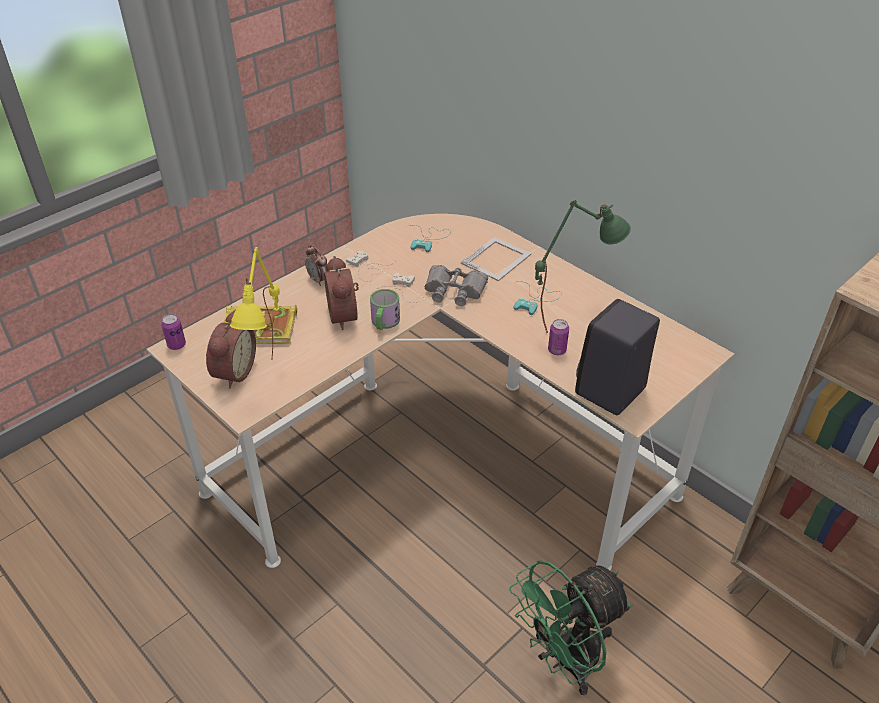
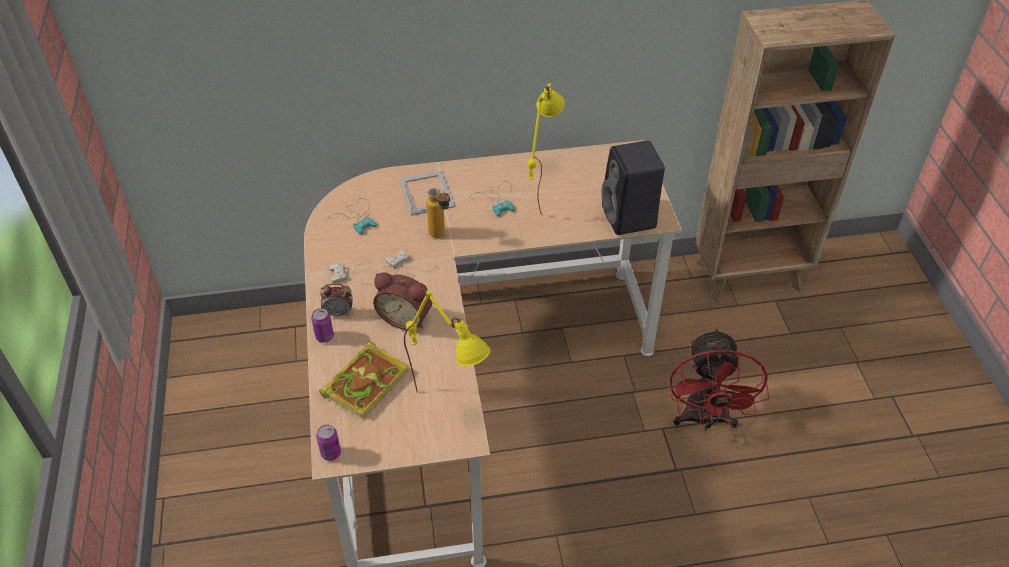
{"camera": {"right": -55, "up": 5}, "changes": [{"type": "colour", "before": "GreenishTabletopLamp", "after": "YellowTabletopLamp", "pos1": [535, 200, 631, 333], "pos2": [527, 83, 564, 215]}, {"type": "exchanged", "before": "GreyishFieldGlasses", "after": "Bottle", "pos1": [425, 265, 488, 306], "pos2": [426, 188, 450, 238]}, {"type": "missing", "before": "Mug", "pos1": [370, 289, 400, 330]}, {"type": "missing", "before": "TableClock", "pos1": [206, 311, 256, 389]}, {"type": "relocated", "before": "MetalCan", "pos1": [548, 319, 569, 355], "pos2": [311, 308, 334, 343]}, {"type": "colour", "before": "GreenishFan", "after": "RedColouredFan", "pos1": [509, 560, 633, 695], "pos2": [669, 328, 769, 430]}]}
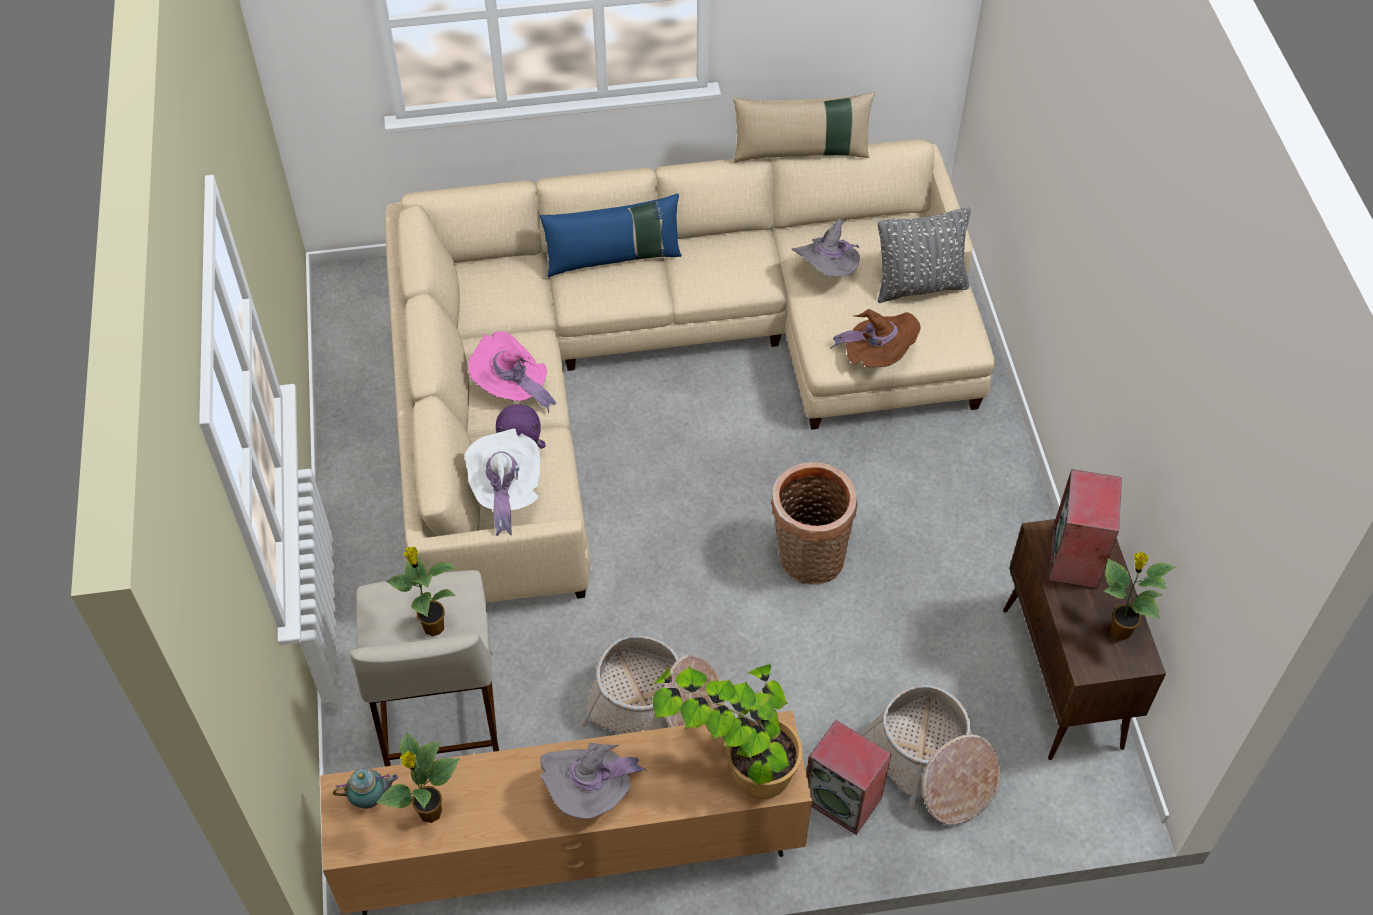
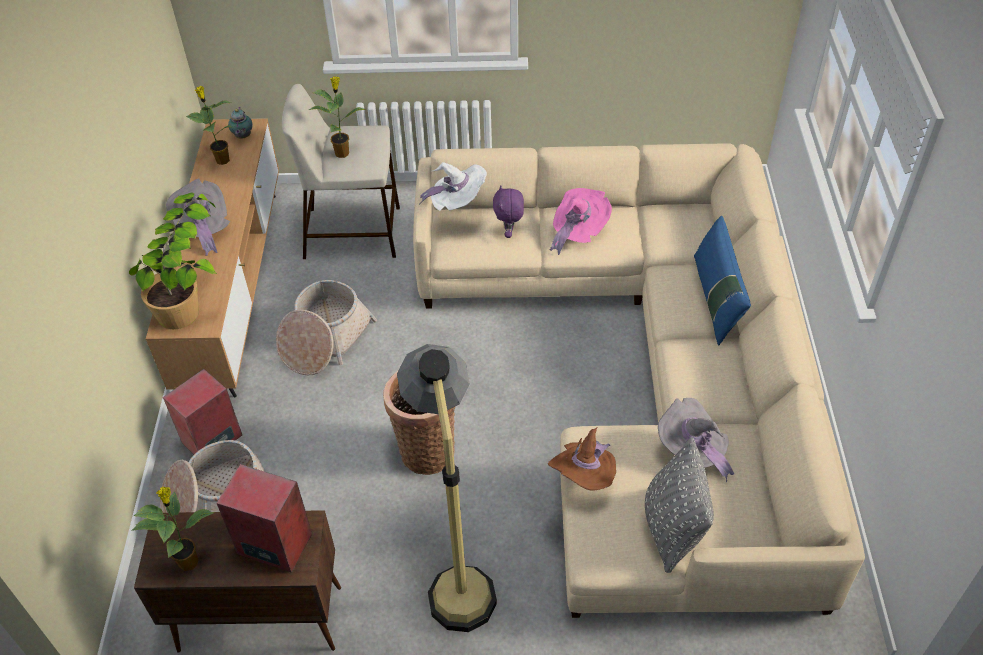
{"camera": {"right": 100, "up": -5}, "changes": [{"type": "missing", "before": "BeigeColouredCushion", "pos1": [733, 92, 874, 163]}, {"type": "appeared", "after": "StandardLamp", "pos2": [397, 344, 497, 632]}]}
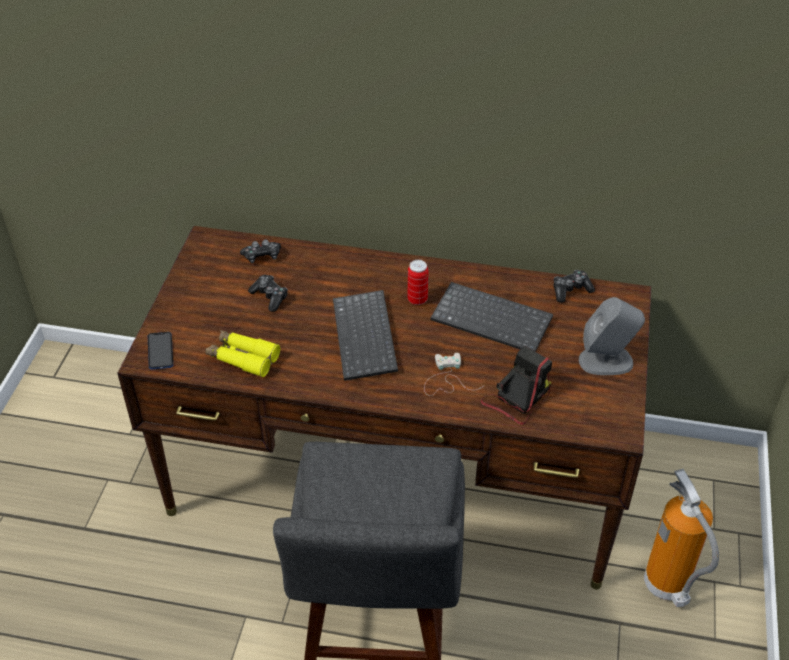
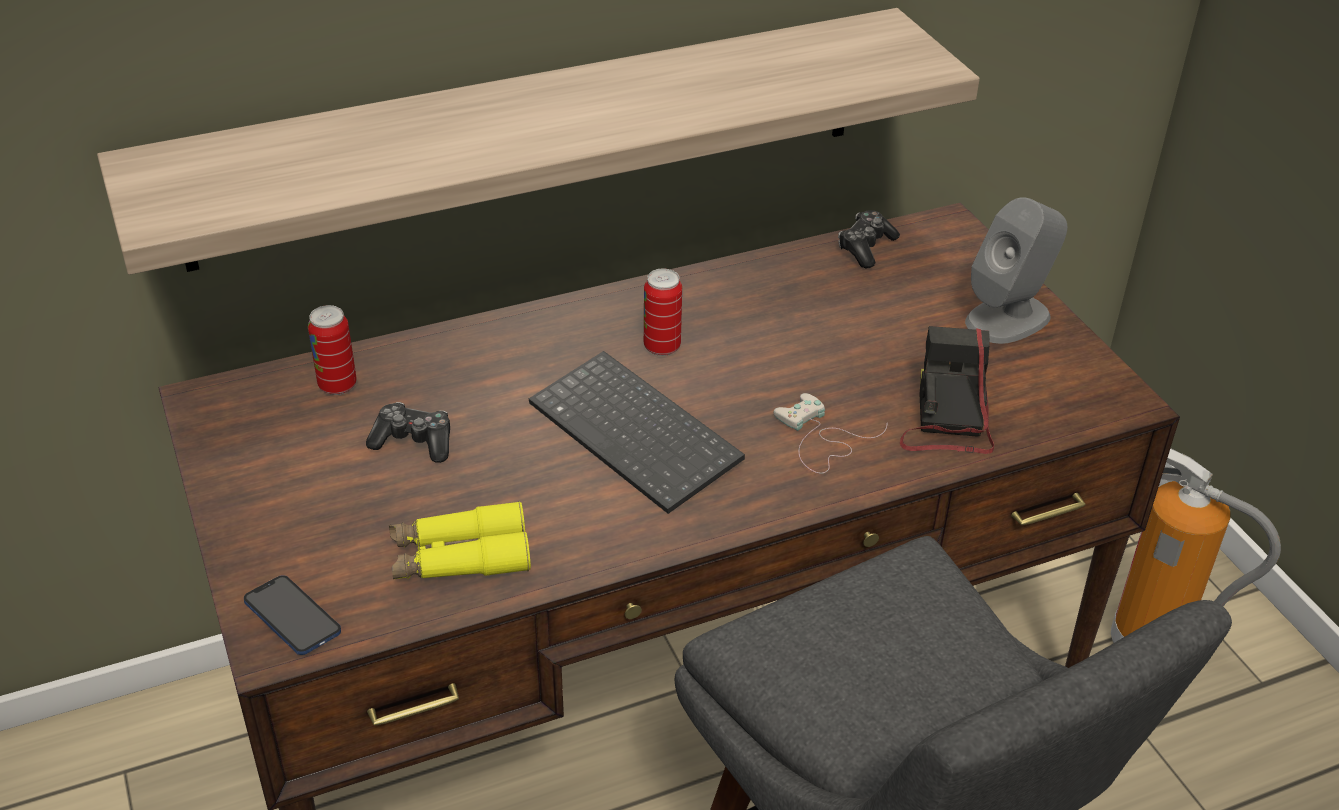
{"camera": {"right": -35, "up": -5}, "changes": [{"type": "exchanged", "before": "Gamepad", "after": "MetalCan", "pos1": [240, 239, 281, 263], "pos2": [308, 305, 357, 395]}, {"type": "missing", "before": "Keyboard", "pos1": [431, 282, 553, 352]}, {"type": "appeared", "after": "Shelf", "pos2": [97, 8, 980, 275]}]}
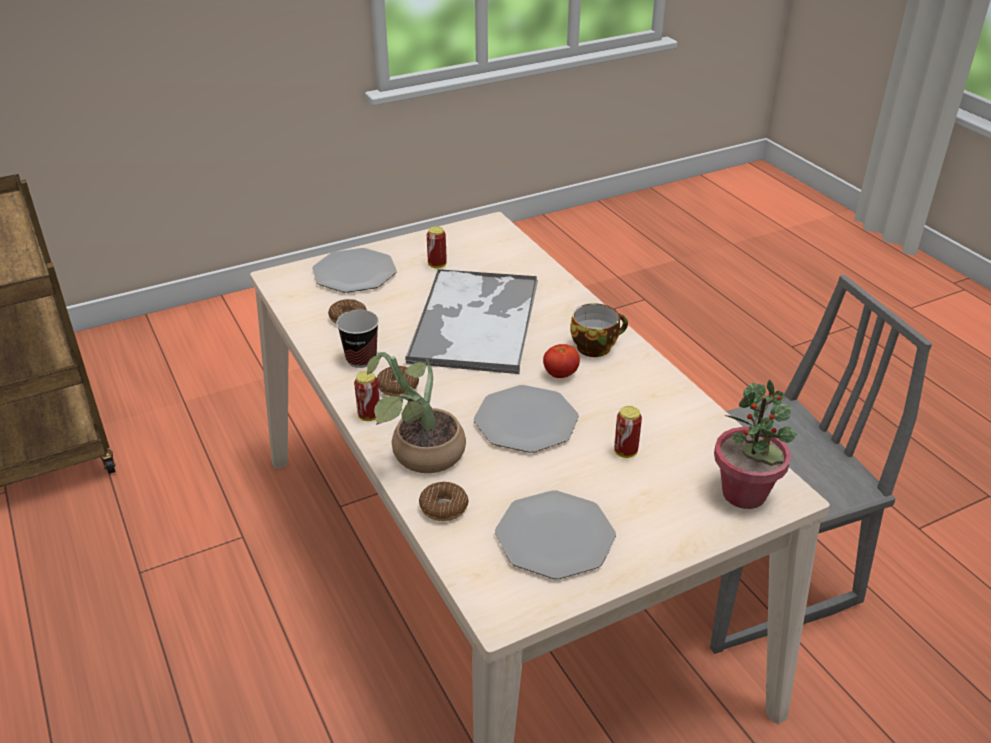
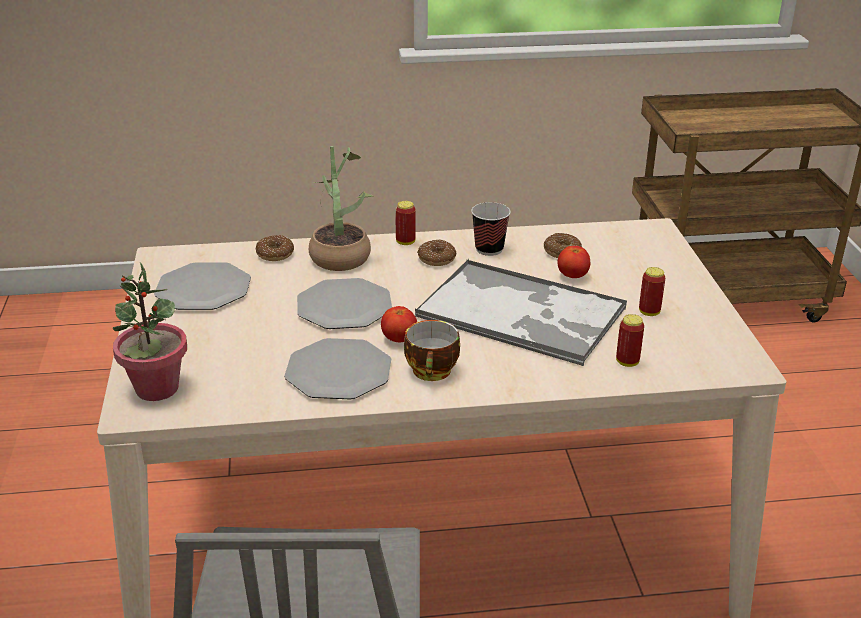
{"camera": {"right": 110, "up": -5}, "changes": [{"type": "relocated", "before": "FlatDish", "pos1": [312, 248, 397, 293], "pos2": [284, 338, 391, 399]}, {"type": "relocated", "before": "MetalCan", "pos1": [614, 406, 642, 458], "pos2": [616, 314, 644, 367]}, {"type": "appeared", "after": "Tomato", "pos2": [558, 246, 590, 278]}]}
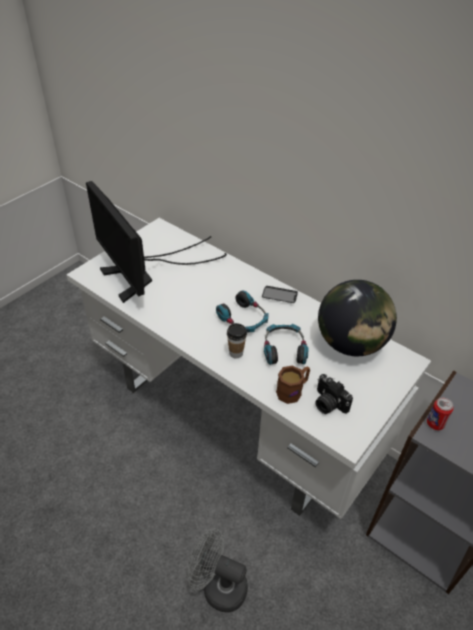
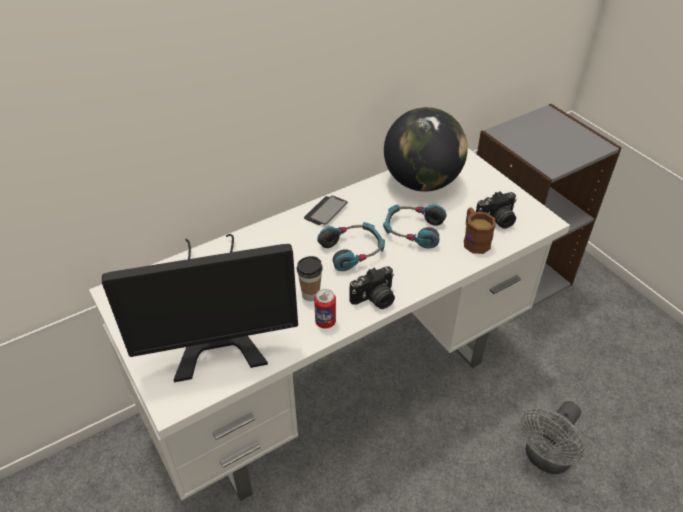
{"camera": {"right": -70, "up": 0}, "changes": [{"type": "relocated", "before": "DrinkingCup", "pos1": [227, 323, 247, 358], "pos2": [297, 256, 323, 301]}, {"type": "relocated", "before": "MetalCan", "pos1": [427, 398, 454, 430], "pos2": [314, 289, 336, 329]}, {"type": "appeared", "after": "PhotoCamera", "pos2": [349, 266, 395, 309]}]}
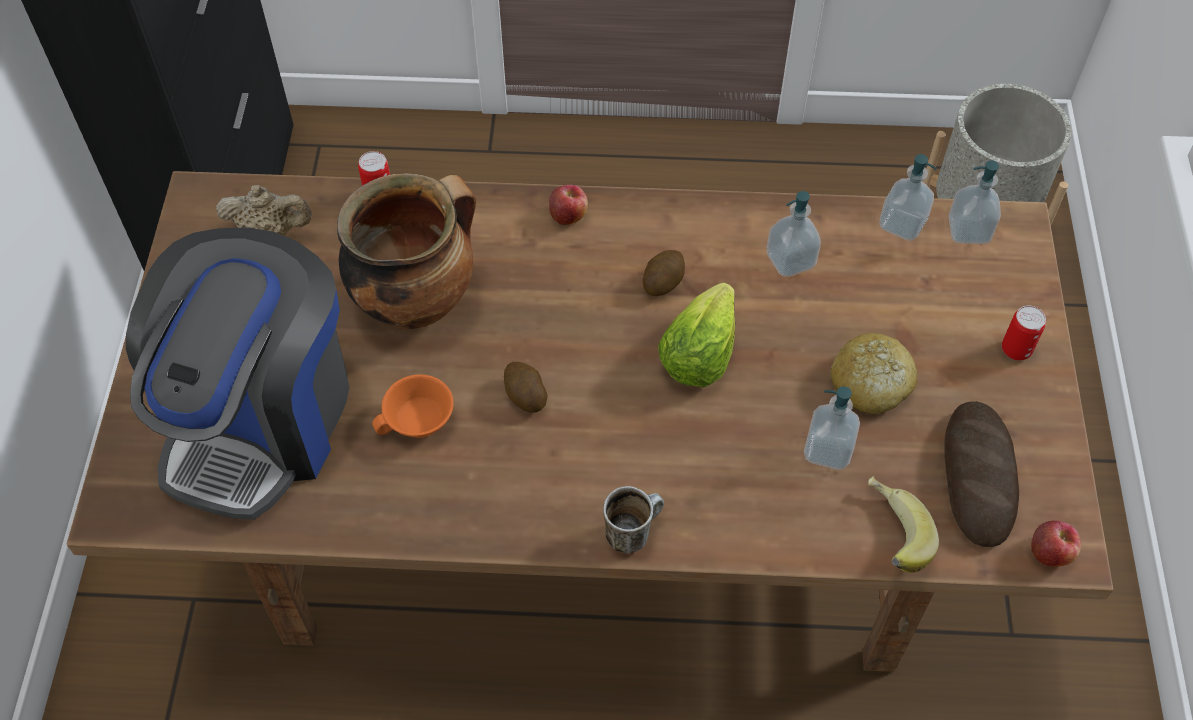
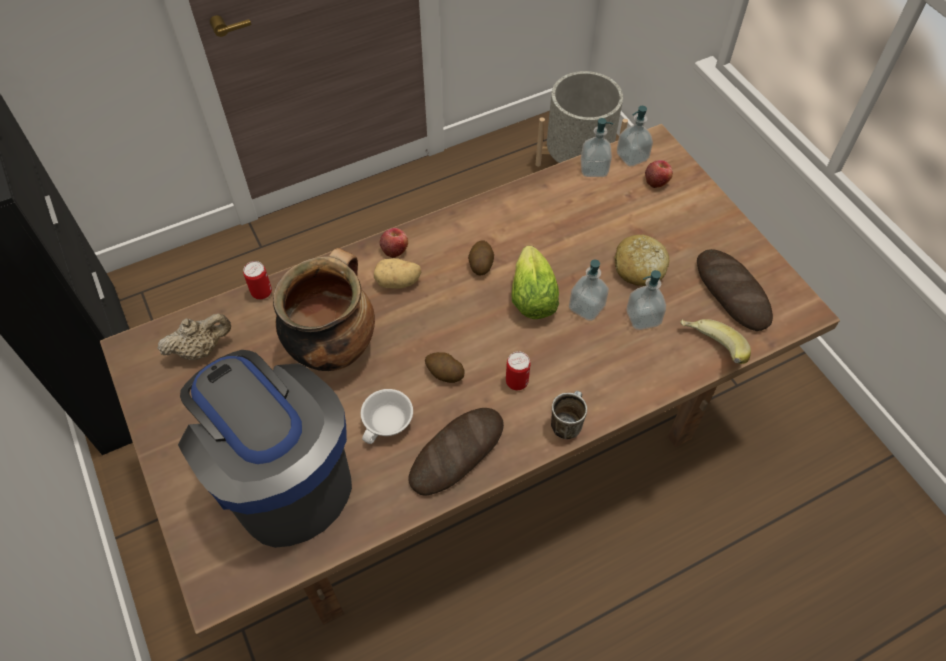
{"camera": {"right": -30, "up": 0}, "changes": [{"type": "relocated", "before": "SoapDispenser", "pos1": [767, 191, 821, 277], "pos2": [569, 260, 609, 321]}, {"type": "spun", "before": "CoffeeMaker", "pos1": [126, 227, 350, 520], "pos2": [178, 350, 352, 548], "turn": 150}, {"type": "relocated", "before": "MetalCan", "pos1": [1002, 306, 1046, 360], "pos2": [506, 351, 531, 390]}, {"type": "colour", "before": "OrangeyDrinkingCup", "after": "WhitishDrinkingCup", "pos1": [372, 374, 454, 438], "pos2": [361, 389, 413, 444]}, {"type": "relocated", "before": "WholeApple", "pos1": [1031, 521, 1081, 567], "pos2": [645, 160, 673, 188]}, {"type": "appeared", "after": "Spud", "pos2": [374, 258, 422, 289]}, {"type": "appeared", "after": "BakeryBread", "pos2": [408, 408, 504, 496]}]}
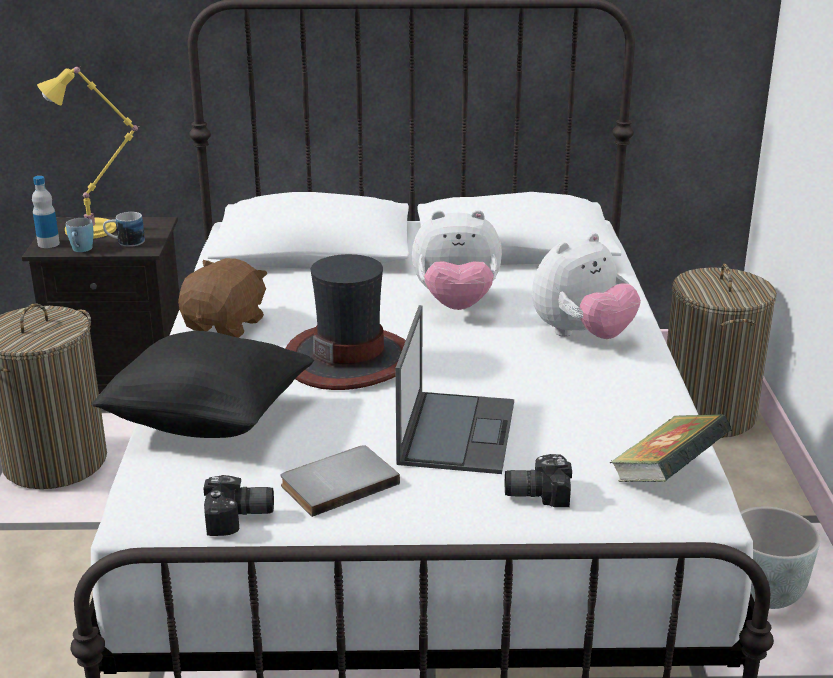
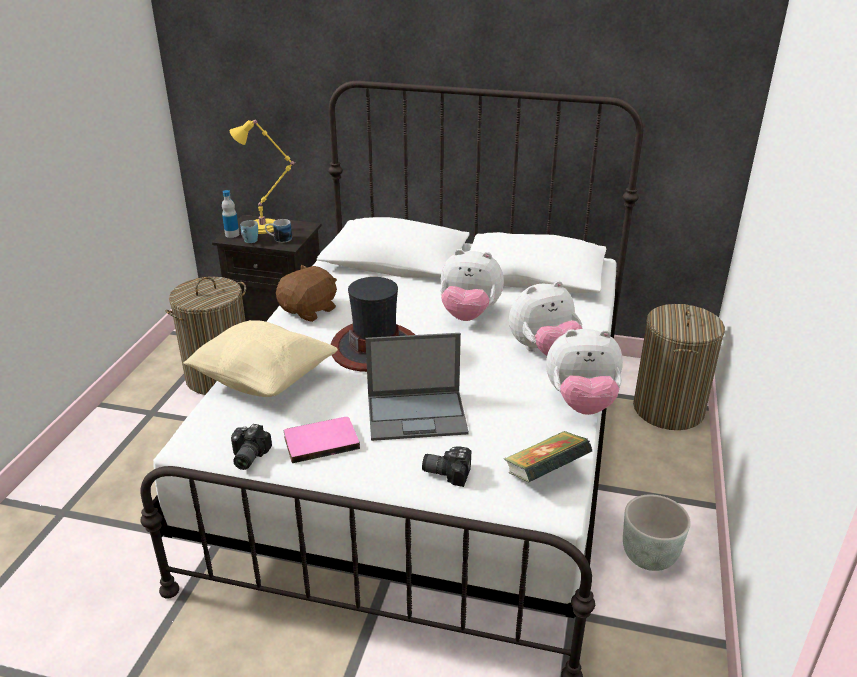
{"camera": {"right": 15, "up": 5}, "changes": [{"type": "spun", "before": "Laptop", "pos1": [395, 305, 514, 474], "pos2": [365, 333, 469, 441], "turn": 60}, {"type": "colour", "before": "BlackColouredCushion", "after": "BeigeColouredCushion", "pos1": [91, 331, 314, 438], "pos2": [184, 320, 338, 397]}, {"type": "colour", "before": "GreyishVolume", "after": "PinkColouredVolume", "pos1": [280, 445, 400, 517], "pos2": [284, 417, 360, 463]}, {"type": "spun", "before": "PhotoCamera", "pos1": [203, 475, 274, 536], "pos2": [231, 424, 272, 470], "turn": 90}, {"type": "appeared", "after": "CuddlyToy", "pos2": [546, 329, 623, 415]}]}
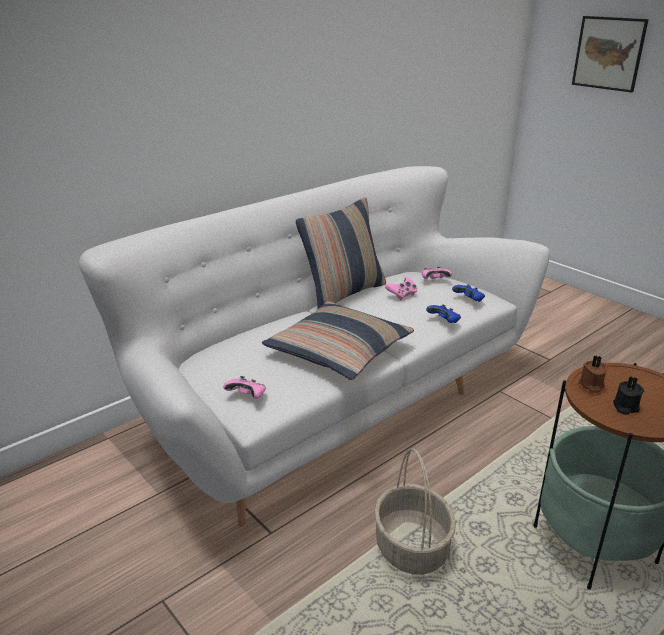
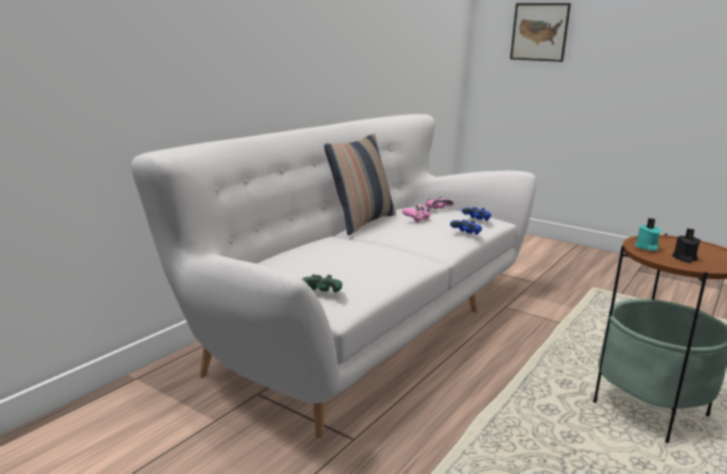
{"camera": {"right": -15, "up": -10}, "changes": [{"type": "missing", "before": "Cushion", "pos1": [262, 301, 414, 380]}, {"type": "colour", "before": "BrownishWaxCandle", "after": "BlueGreenWaxCandle", "pos1": [578, 355, 608, 392], "pos2": [635, 218, 661, 251]}, {"type": "colour", "before": "PinkColouredGamepad", "after": "GreenishGamepad", "pos1": [223, 376, 266, 399], "pos2": [302, 274, 342, 292]}, {"type": "missing", "before": "Basket", "pos1": [374, 448, 456, 575]}]}
